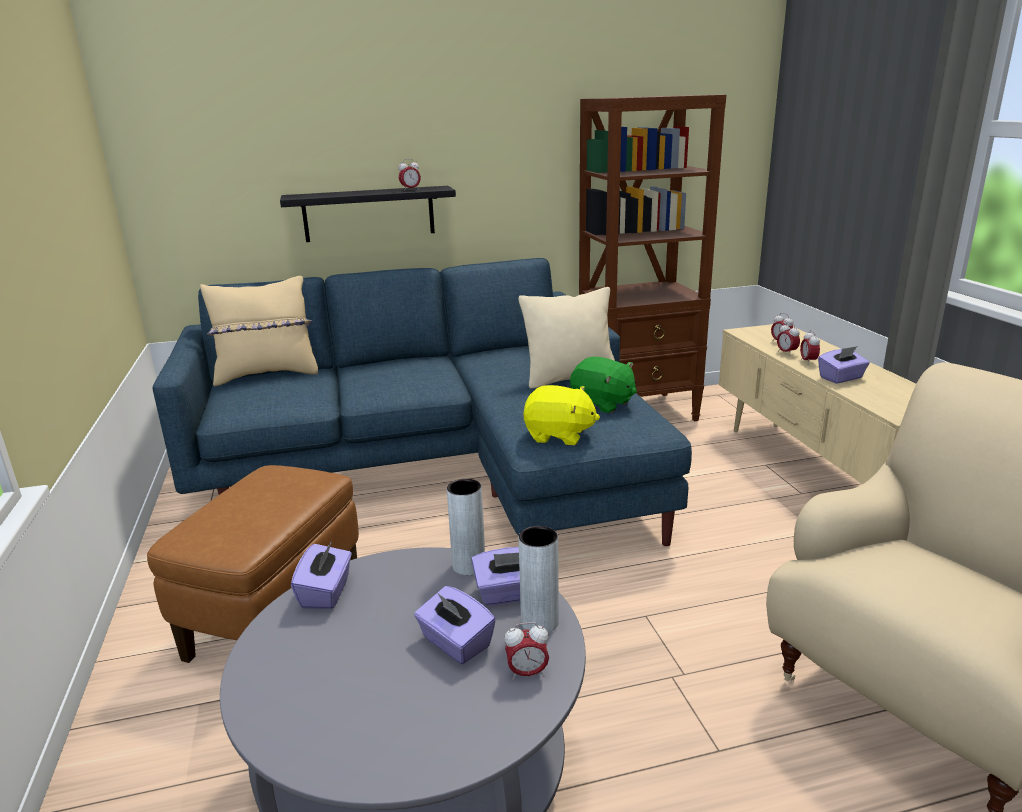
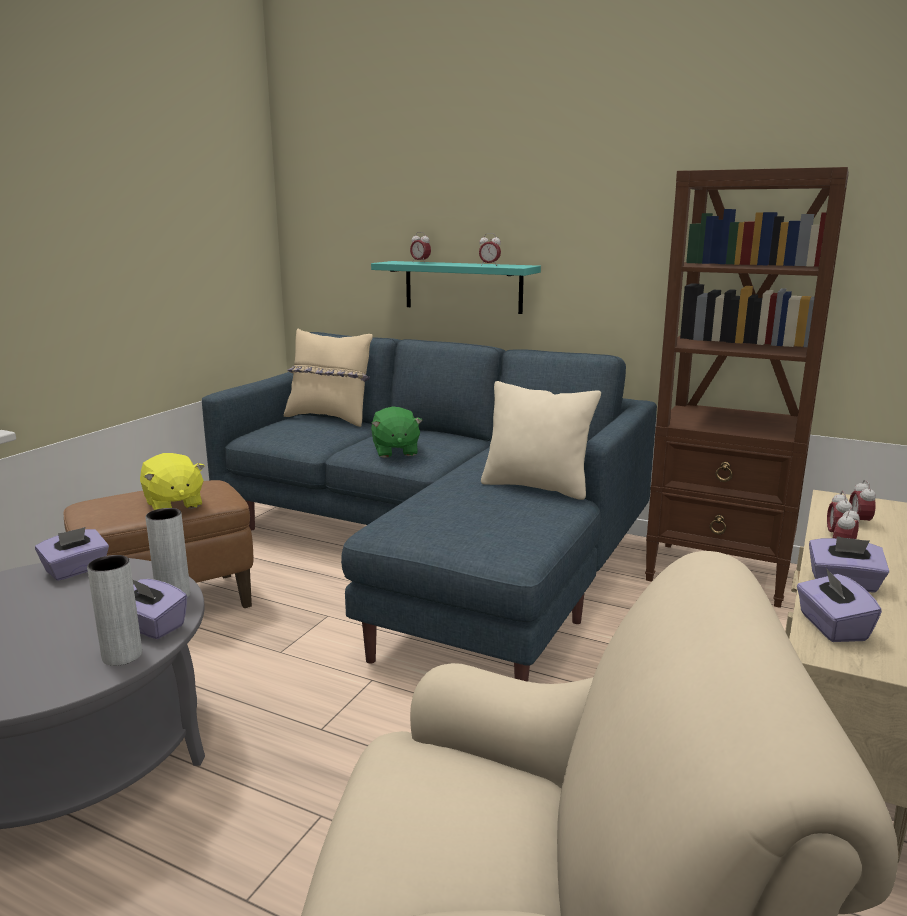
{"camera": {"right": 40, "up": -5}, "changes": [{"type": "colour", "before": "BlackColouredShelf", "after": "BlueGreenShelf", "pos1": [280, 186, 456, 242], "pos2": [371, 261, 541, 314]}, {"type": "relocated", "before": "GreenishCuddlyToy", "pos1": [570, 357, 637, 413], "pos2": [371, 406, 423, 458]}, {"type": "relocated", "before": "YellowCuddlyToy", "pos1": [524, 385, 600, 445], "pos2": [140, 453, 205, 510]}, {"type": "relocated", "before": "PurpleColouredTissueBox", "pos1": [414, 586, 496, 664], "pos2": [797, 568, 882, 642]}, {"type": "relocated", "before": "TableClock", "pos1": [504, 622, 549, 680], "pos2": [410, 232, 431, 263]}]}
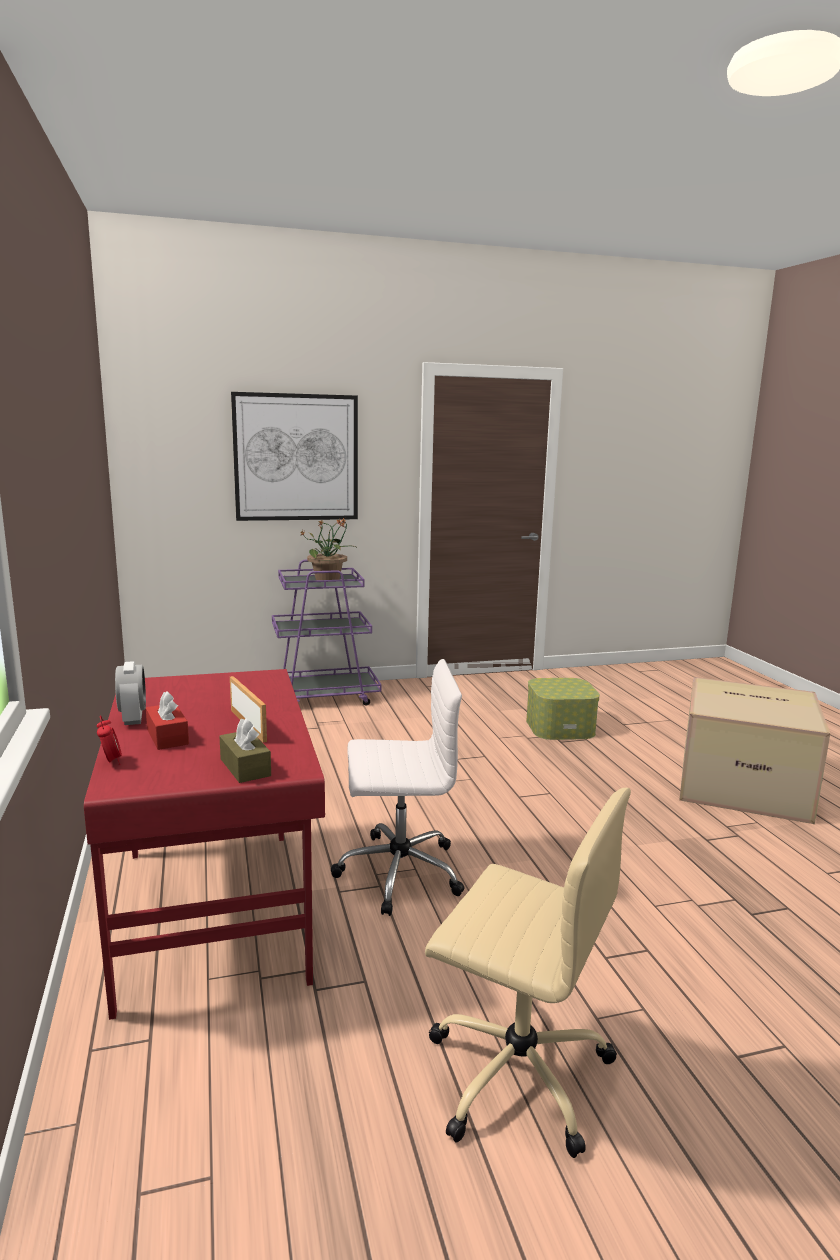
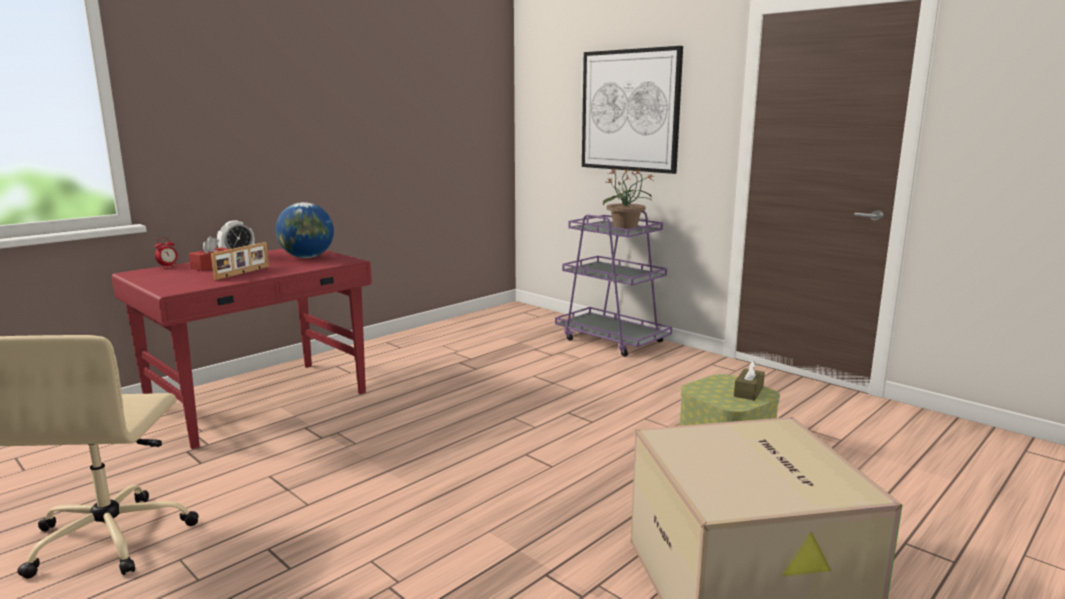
{"camera": {"right": 60, "up": 0}, "changes": [{"type": "missing", "before": "WhitishComputerChair", "pos1": [331, 659, 465, 916]}, {"type": "relocated", "before": "BrownishTissueBox", "pos1": [219, 718, 271, 783], "pos2": [734, 361, 765, 401]}, {"type": "appeared", "after": "WorldGlobe", "pos2": [275, 202, 334, 258]}]}
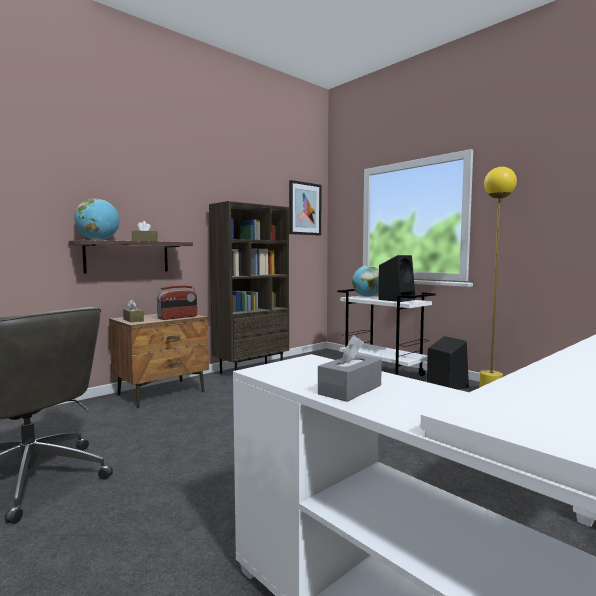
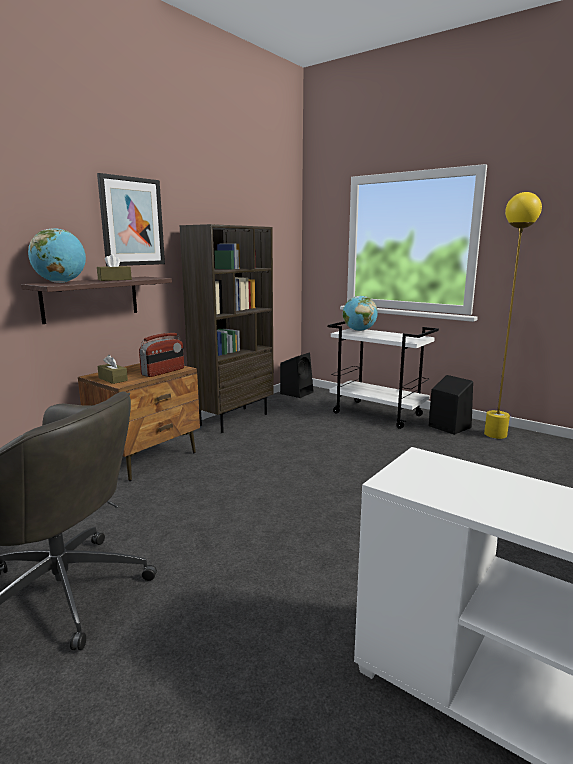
{"camera": {"right": -10, "up": 10}, "changes": [{"type": "relocated", "before": "Picture", "pos1": [289, 180, 322, 235], "pos2": [97, 173, 165, 266]}, {"type": "relocated", "before": "BlackColouredSpeaker", "pos1": [378, 255, 416, 302], "pos2": [280, 352, 314, 398]}, {"type": "missing", "before": "GreyishTissueBox", "pos1": [318, 335, 382, 402]}]}
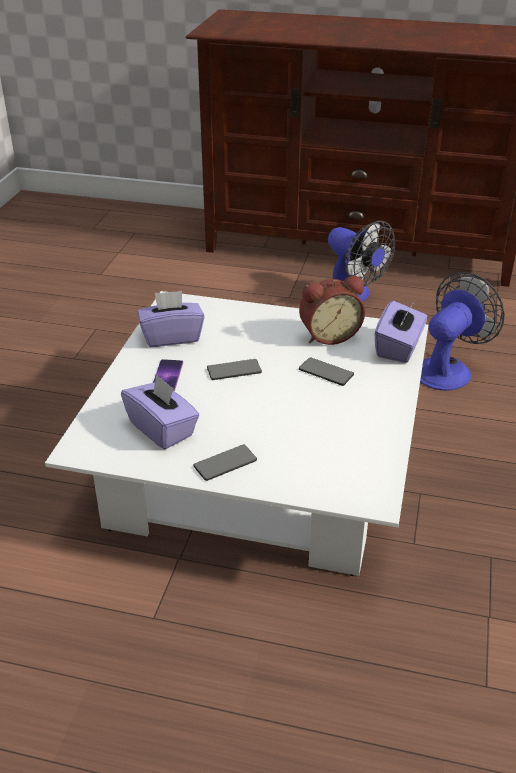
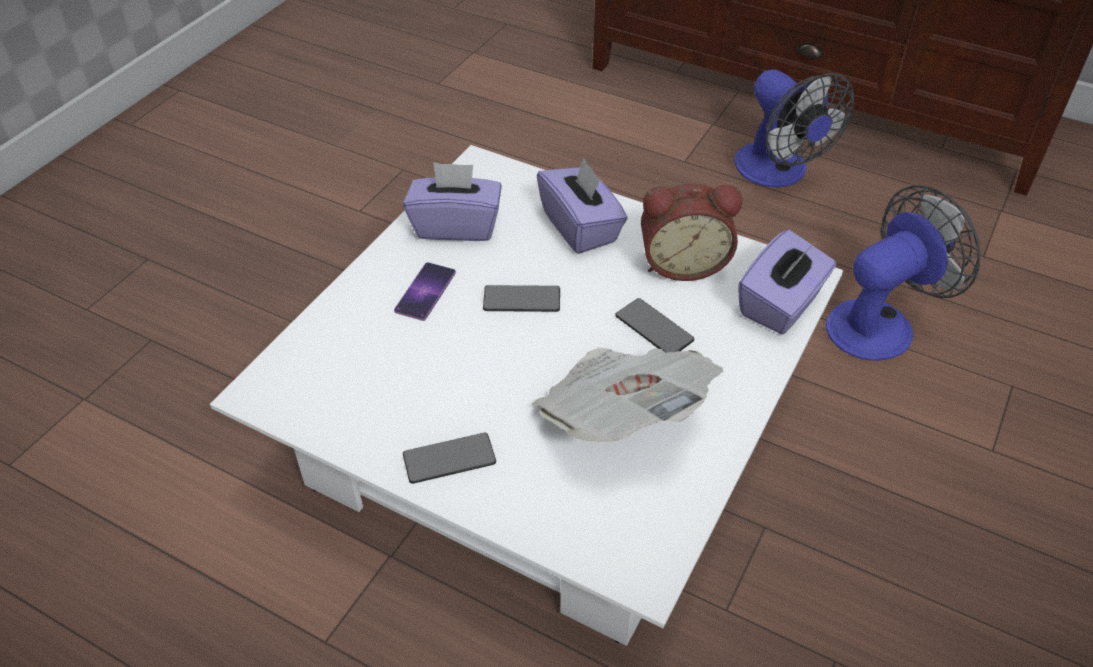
{"camera": {"right": 15, "up": 10}, "changes": [{"type": "relocated", "before": "PurpleColouredTissueBox", "pos1": [121, 375, 200, 450], "pos2": [537, 158, 628, 254]}, {"type": "appeared", "after": "Newspaper", "pos2": [532, 347, 723, 442]}]}
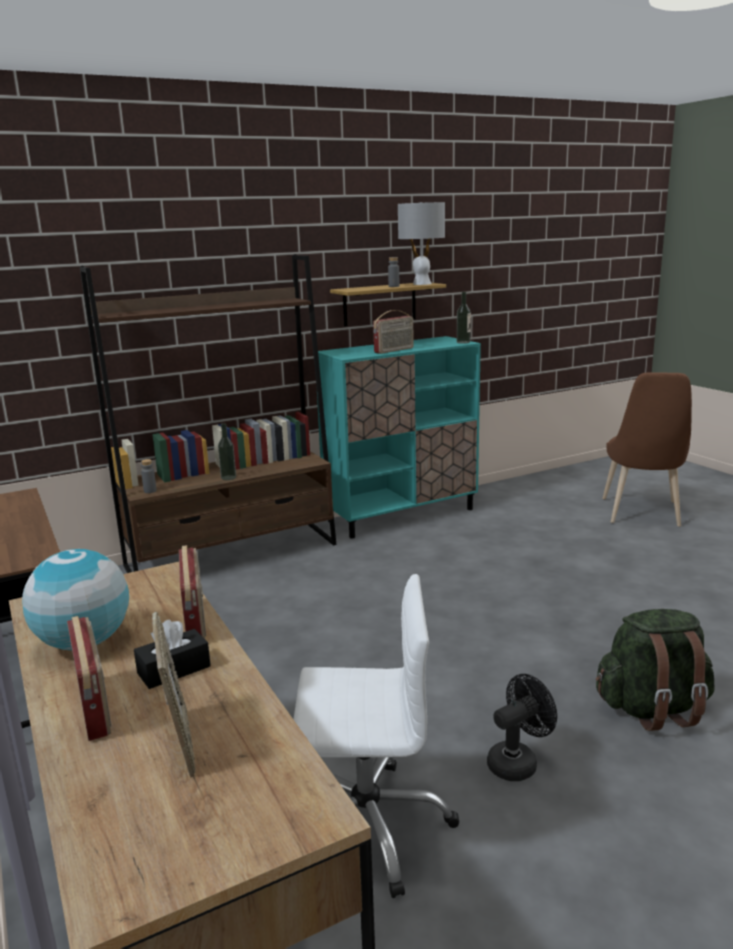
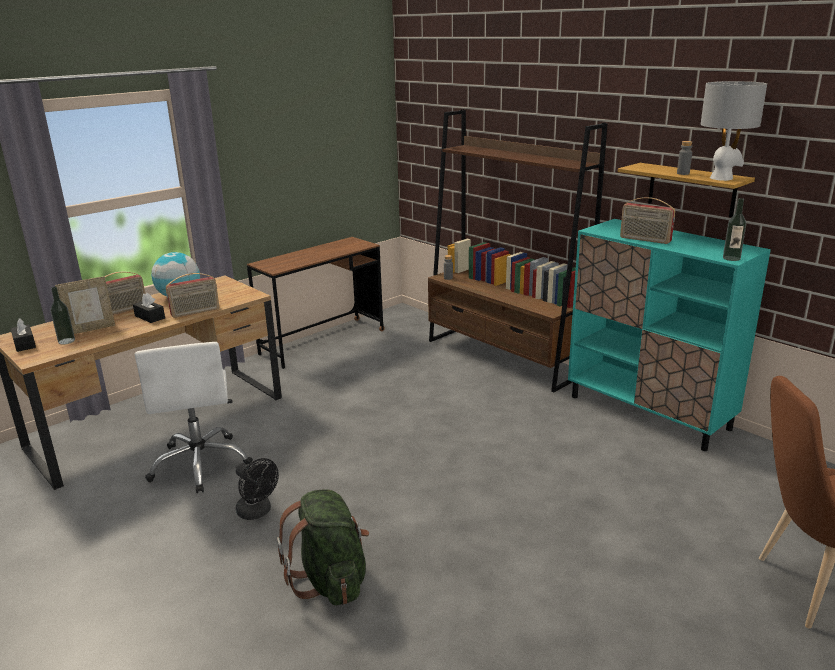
{"camera": {"right": 75, "up": 5}, "changes": [{"type": "relocated", "before": "Bottle", "pos1": [218, 423, 236, 480], "pos2": [50, 287, 75, 344]}, {"type": "appeared", "after": "BlackColouredTissueBox", "pos2": [10, 318, 36, 352]}]}
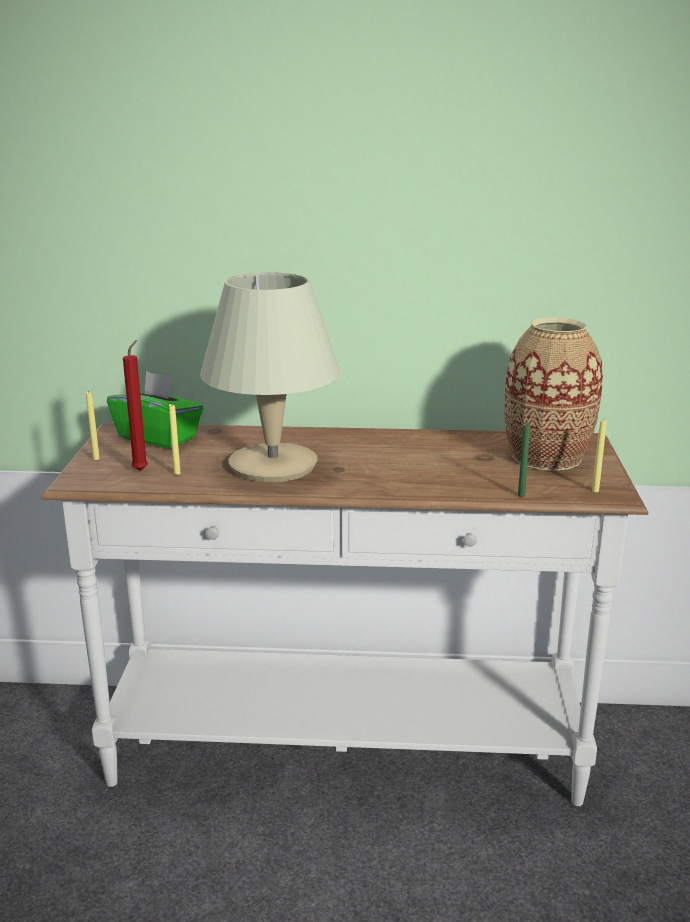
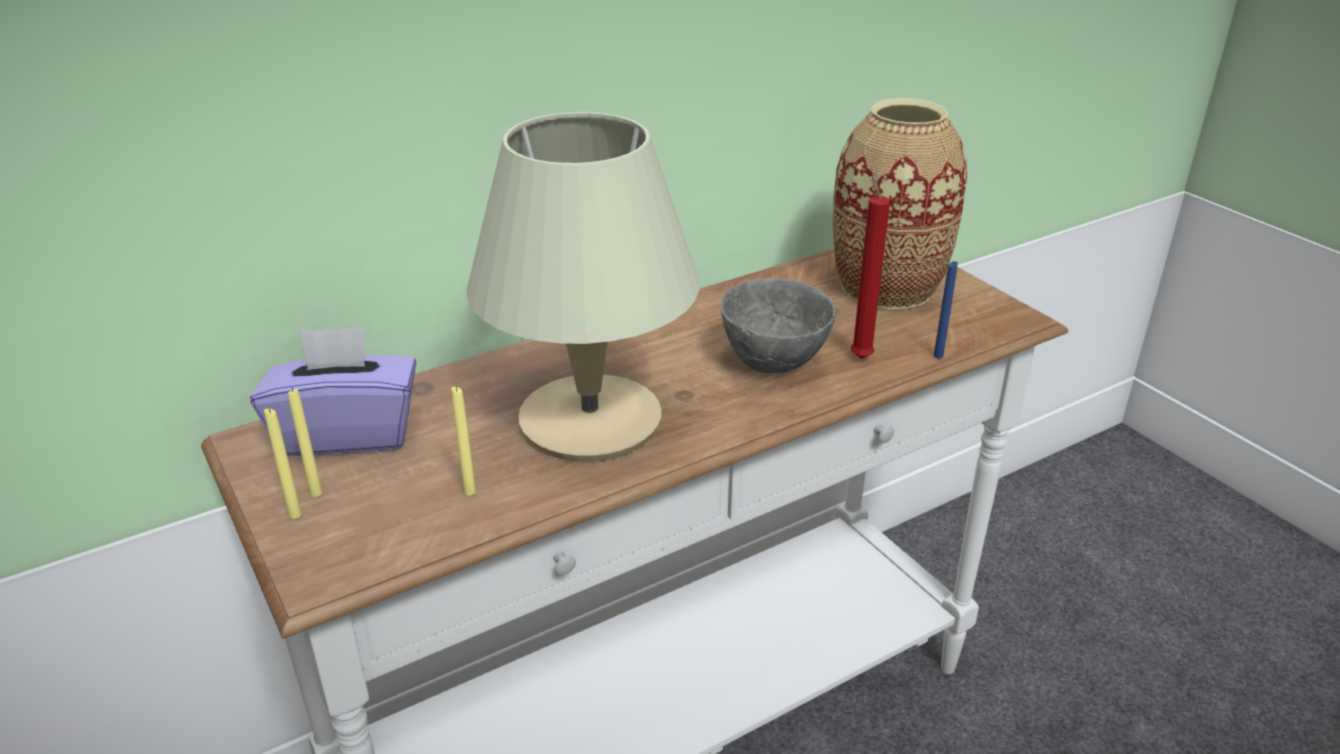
{"camera": {"right": -35, "up": 10}, "changes": [{"type": "relocated", "before": "RedColouredWaxCandle", "pos1": [123, 340, 148, 471], "pos2": [851, 172, 890, 359]}, {"type": "colour", "before": "GreenishTissueBox", "after": "PurpleColouredTissueBox", "pos1": [107, 371, 203, 449], "pos2": [250, 327, 417, 456]}, {"type": "relocated", "before": "YellowWaxCandle", "pos1": [592, 418, 607, 492], "pos2": [288, 388, 322, 497]}, {"type": "colour", "before": "GreenishWaxCandle", "after": "BlueColouredWaxCandle", "pos1": [518, 423, 530, 497], "pos2": [934, 261, 958, 358]}, {"type": "appeared", "after": "GreyishServingBowl", "pos2": [720, 279, 836, 373]}]}
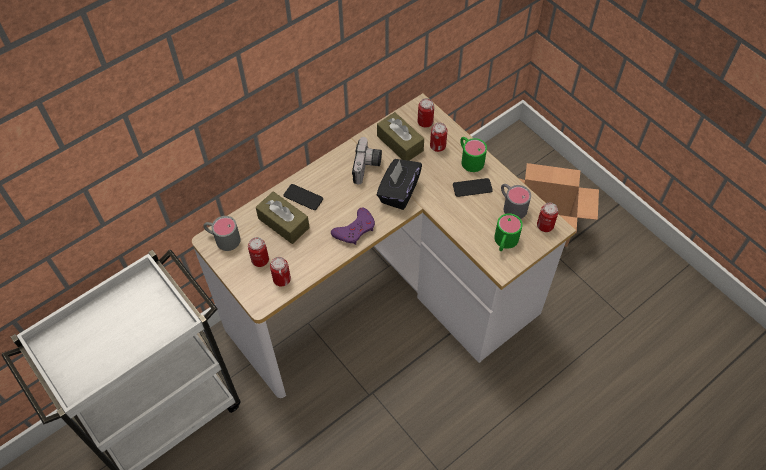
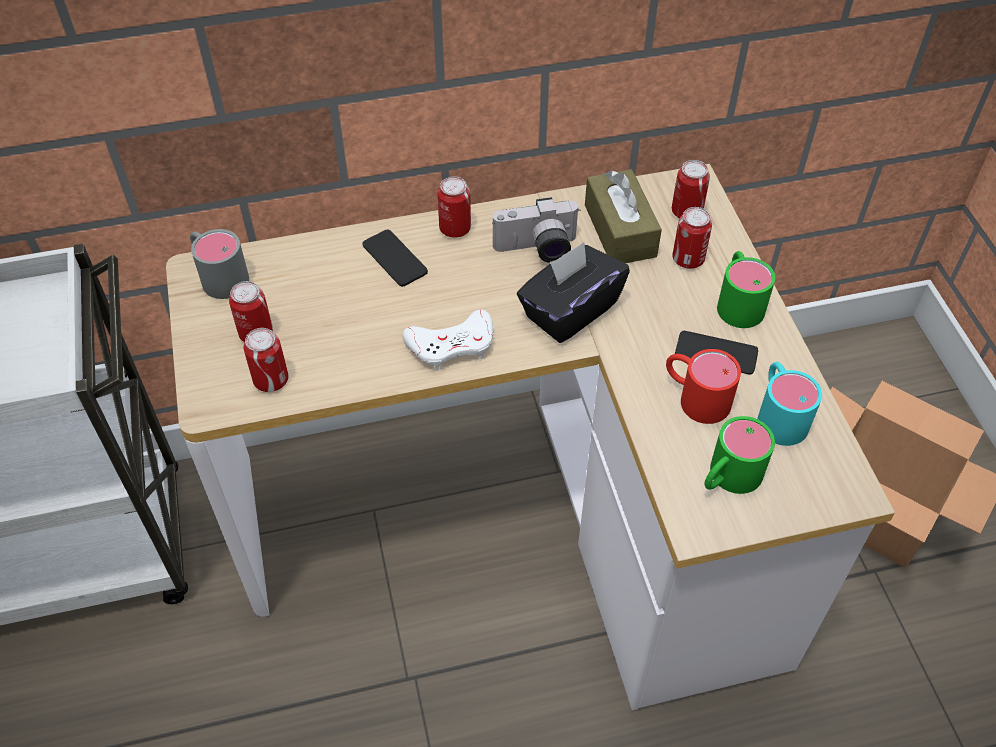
{"camera": {"right": 25, "up": -5}, "changes": [{"type": "spun", "before": "PhotoCamera", "pos1": [352, 137, 382, 185], "pos2": [492, 197, 580, 263], "turn": 45}, {"type": "colour", "before": "GreyishMug", "after": "BlueGreenMug", "pos1": [501, 184, 531, 219], "pos2": [757, 362, 822, 446]}, {"type": "missing", "before": "BrownishTissueBox", "pos1": [256, 191, 310, 244]}, {"type": "relocated", "before": "MetalCan", "pos1": [537, 203, 558, 232], "pos2": [437, 176, 471, 238]}, {"type": "colour", "before": "PurpleColouredGamepad", "after": "WhitishGamepad", "pos1": [331, 208, 375, 245], "pos2": [403, 310, 493, 371]}, {"type": "appeared", "after": "RedColouredMug", "pos2": [666, 349, 741, 424]}]}
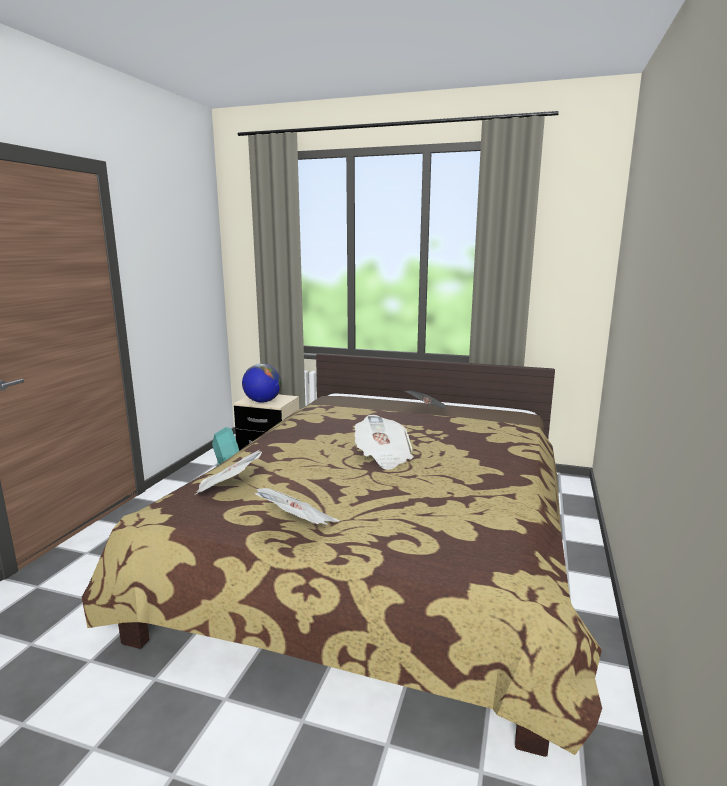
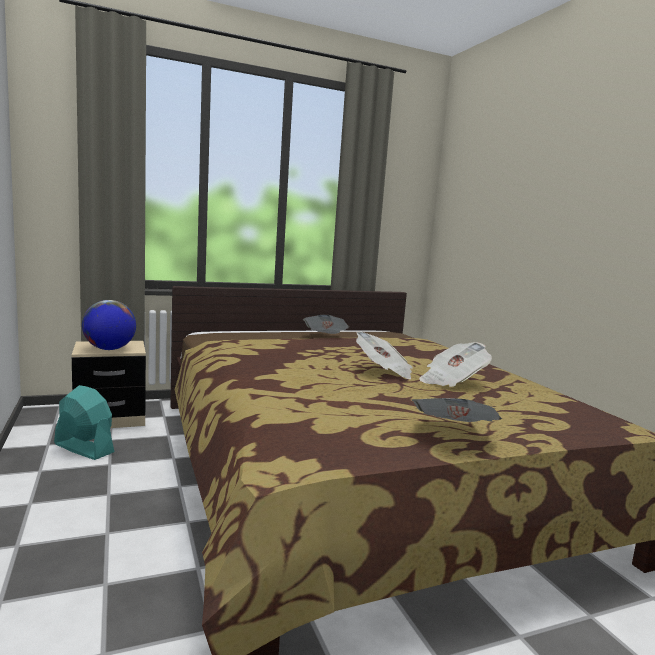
{"camera": {"right": -40, "up": -5}, "changes": [{"type": "relocated", "before": "Newspaper", "pos1": [194, 450, 262, 495], "pos2": [419, 342, 492, 387]}]}
